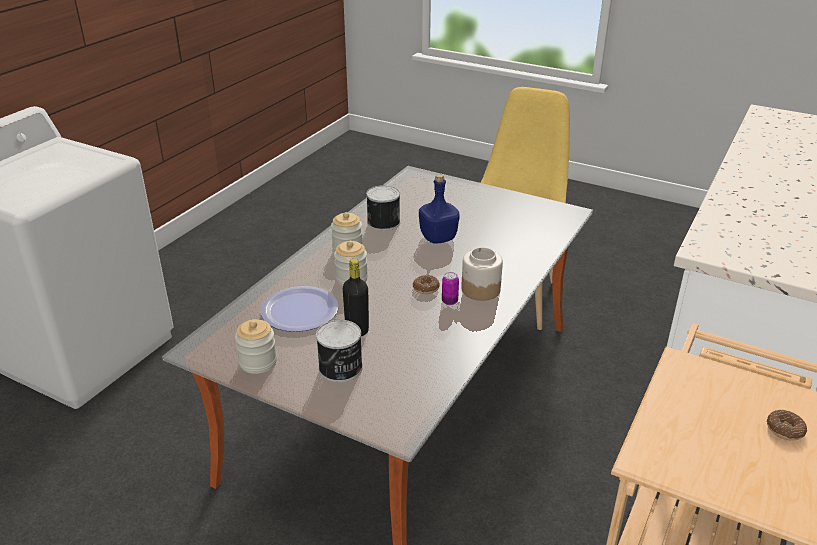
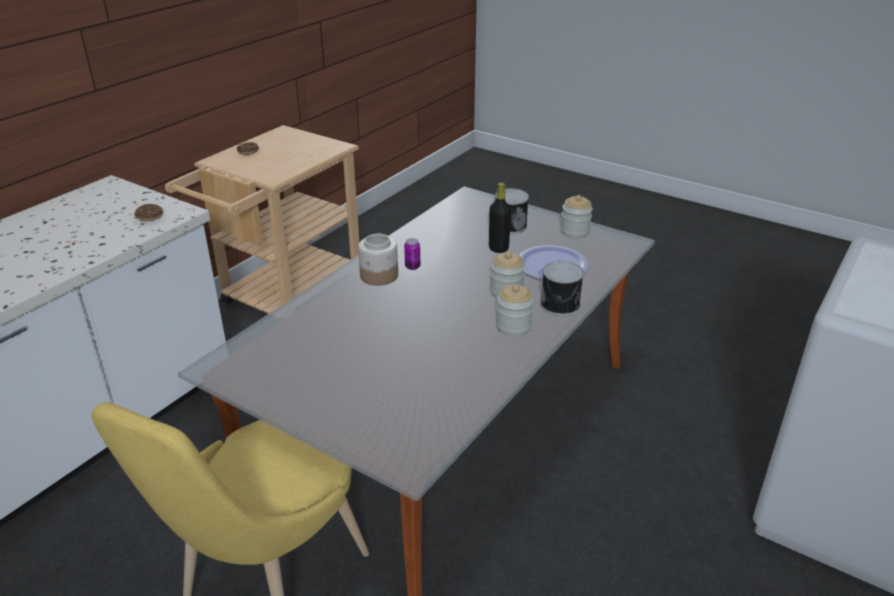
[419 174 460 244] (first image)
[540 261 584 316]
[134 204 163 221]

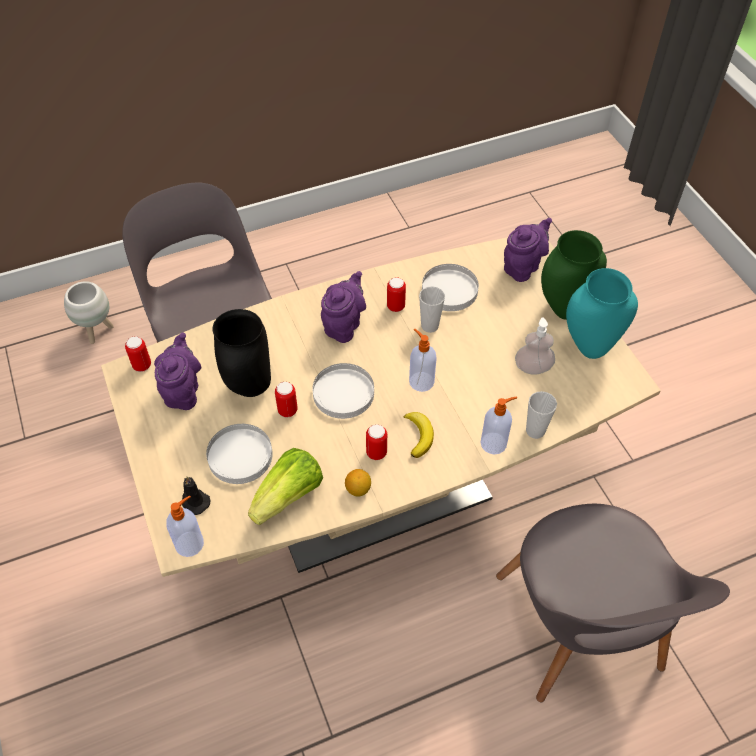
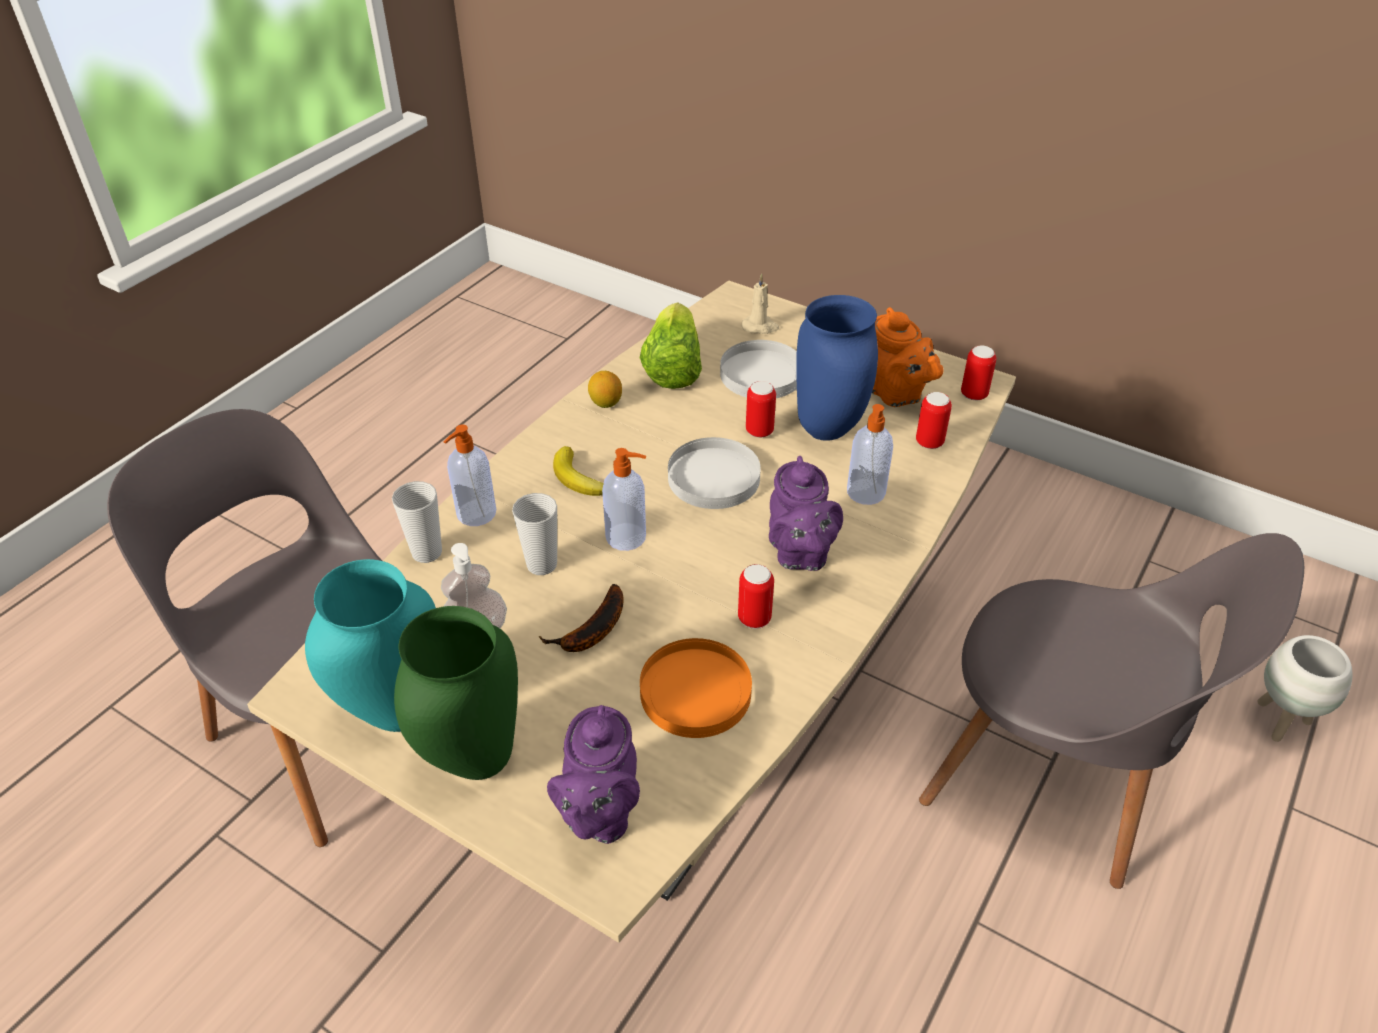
[640 638 752 738]
[512 493 557 575]
[796 295 878 441]
[872 307 944 407]
[916 392 952 449]
[742 273 779 334]
[847 404 893 505]
[539 584 624 652]

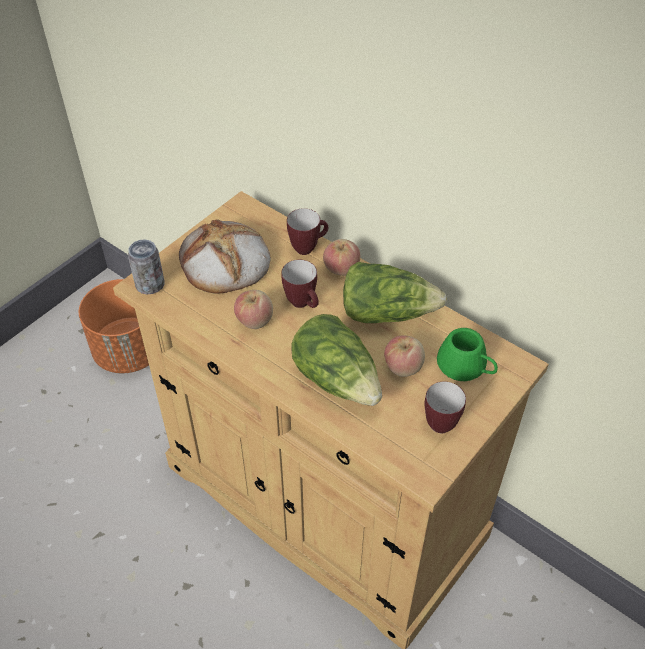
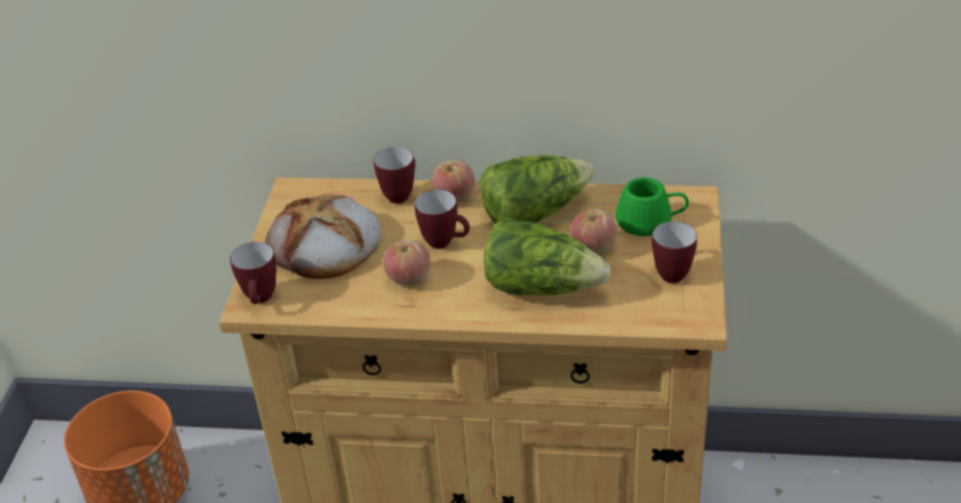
[230 242 276 304]

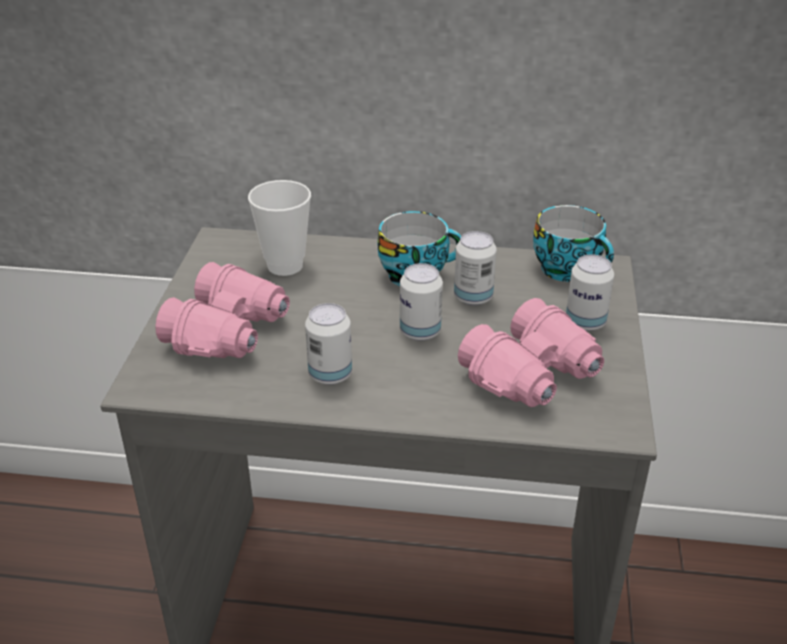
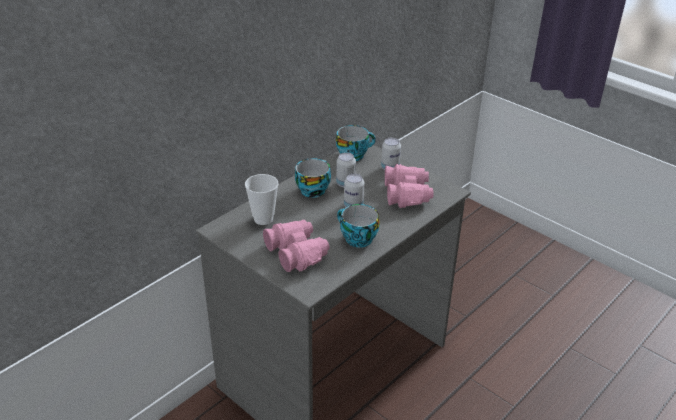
[337 204 380 247]

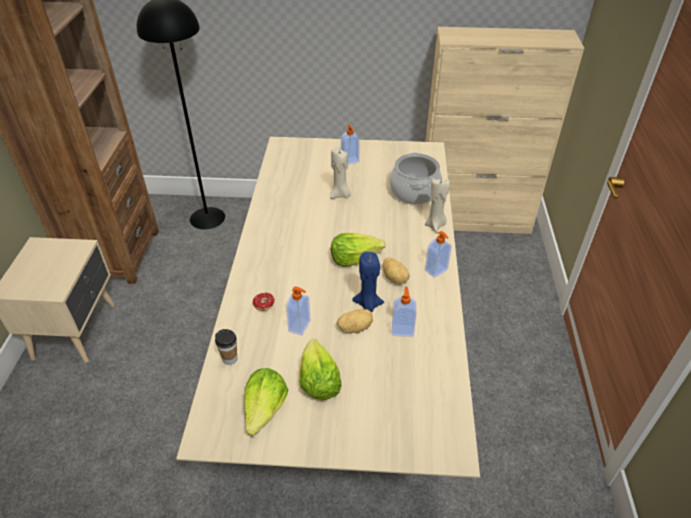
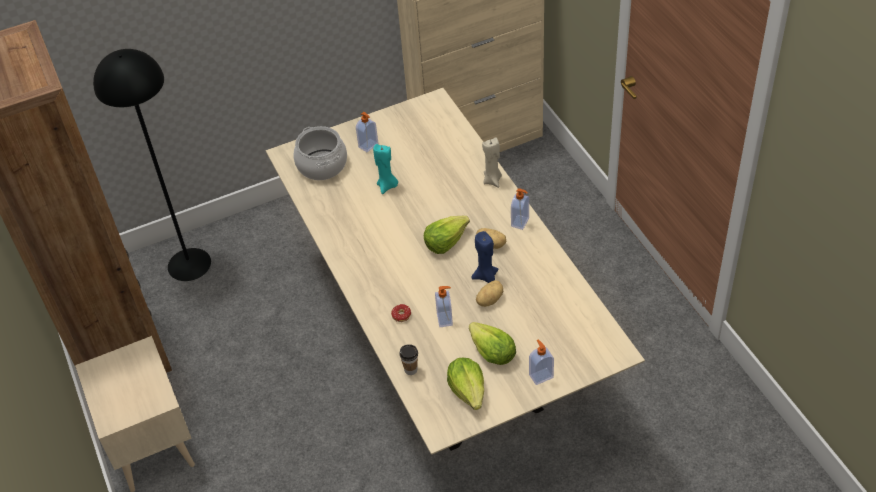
[373 144 398 194]
[293 126 347 180]
[529 340 554 385]

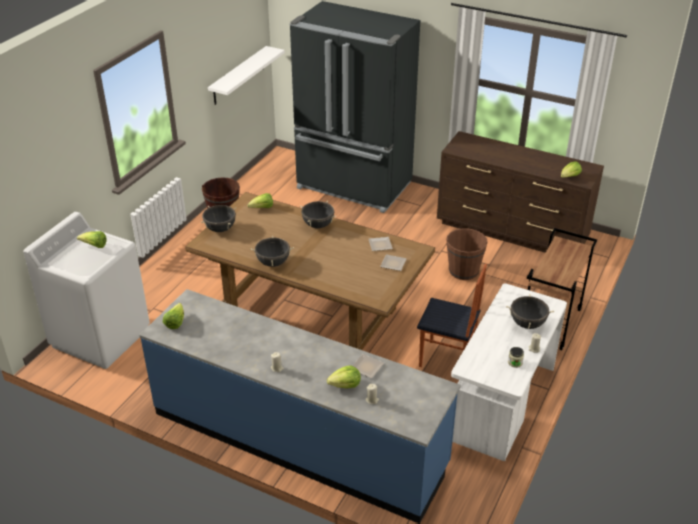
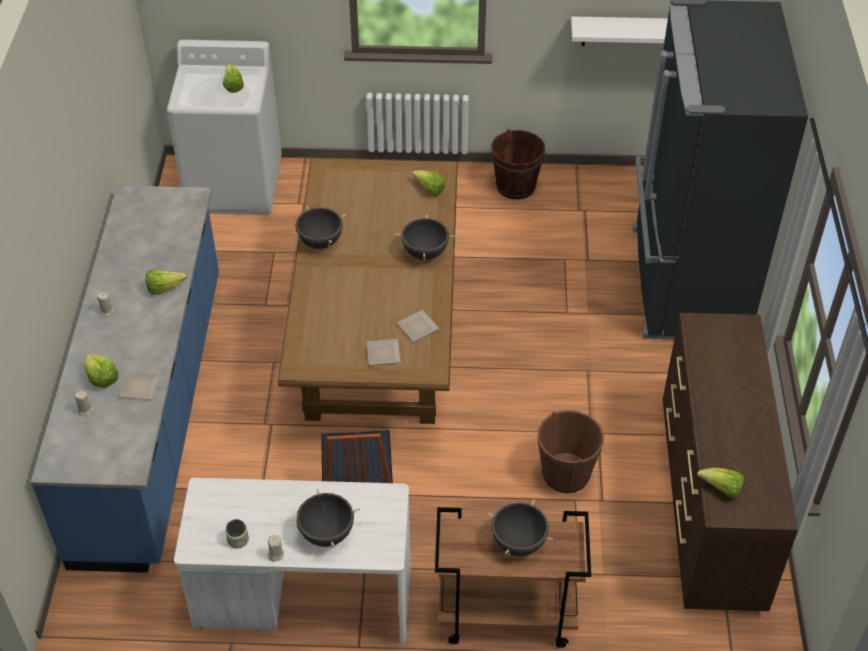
[488 500 553 556]
[145 270 187 295]

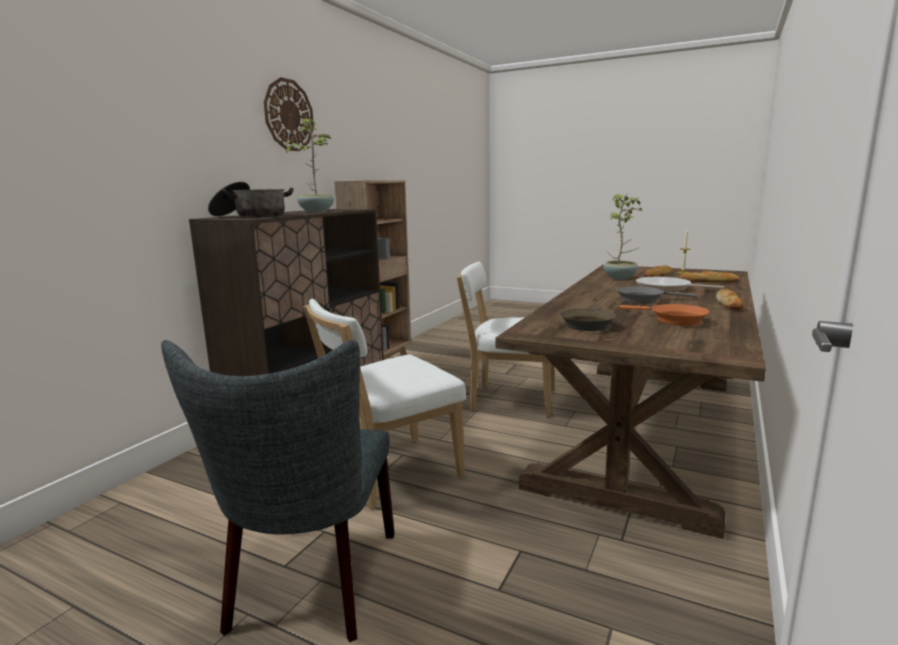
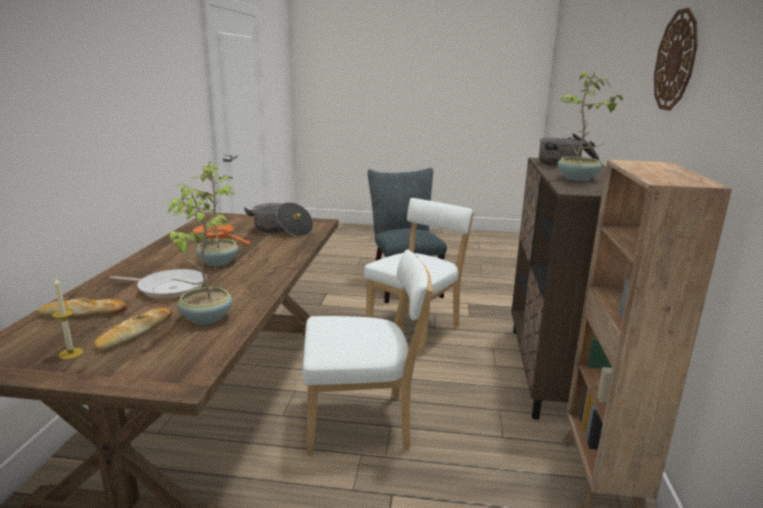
[178 162 238 266]
[716 289 743 310] (first image)
[244 202 313 236]

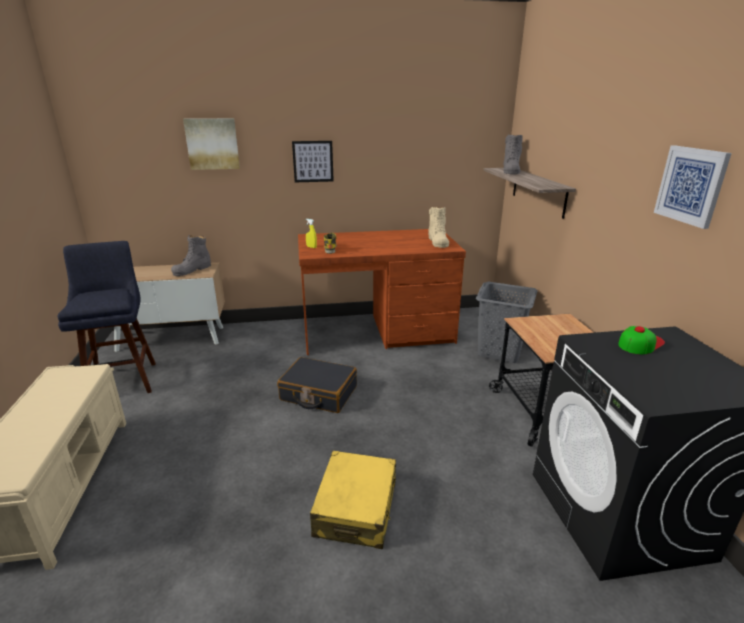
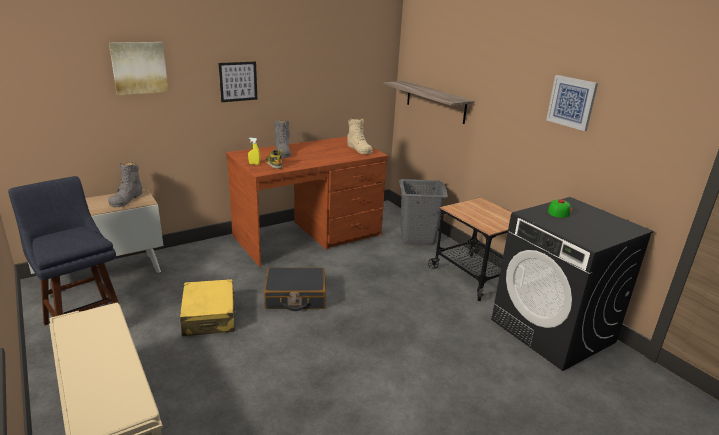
[274 120 291 158]
[180 279 236 336]

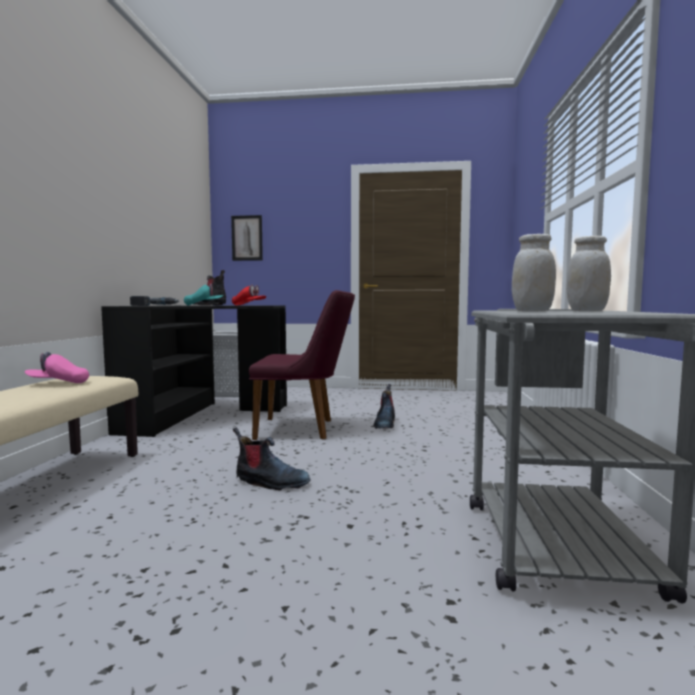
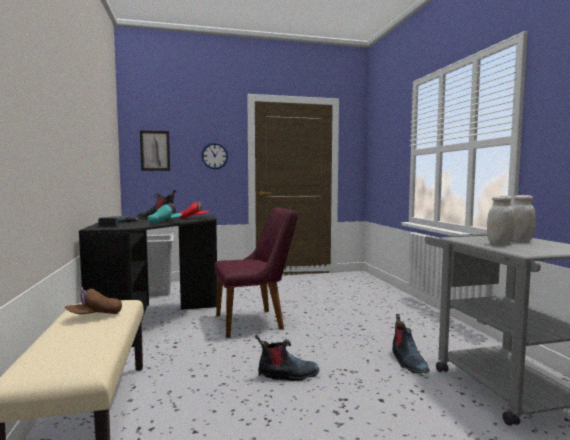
[65 287 122 314]
[392 314 429 374]
[201 142 228 169]

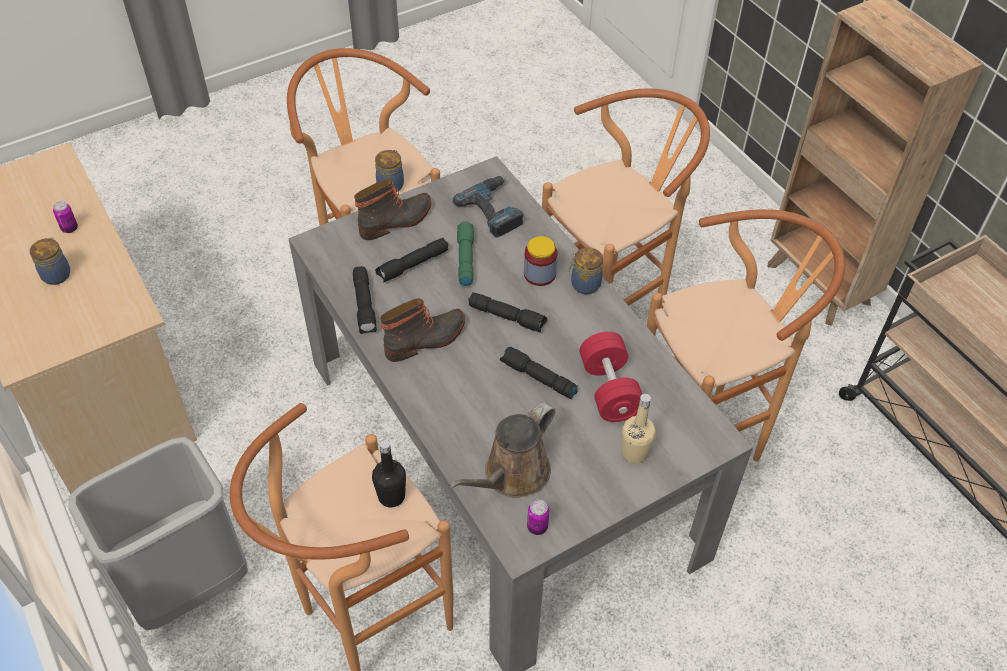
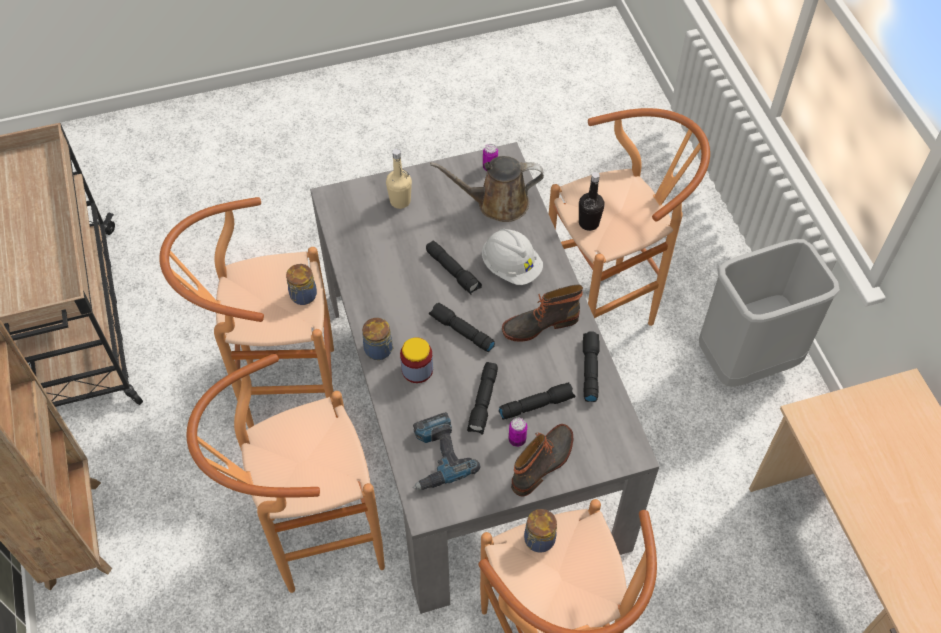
[511 424 573 496]
[509 418 527 447]
[467 362 498 434]
[286 264 317 305]
[579 332 642 422] (first image)
[430 156 544 222]
[482 229 543 285]

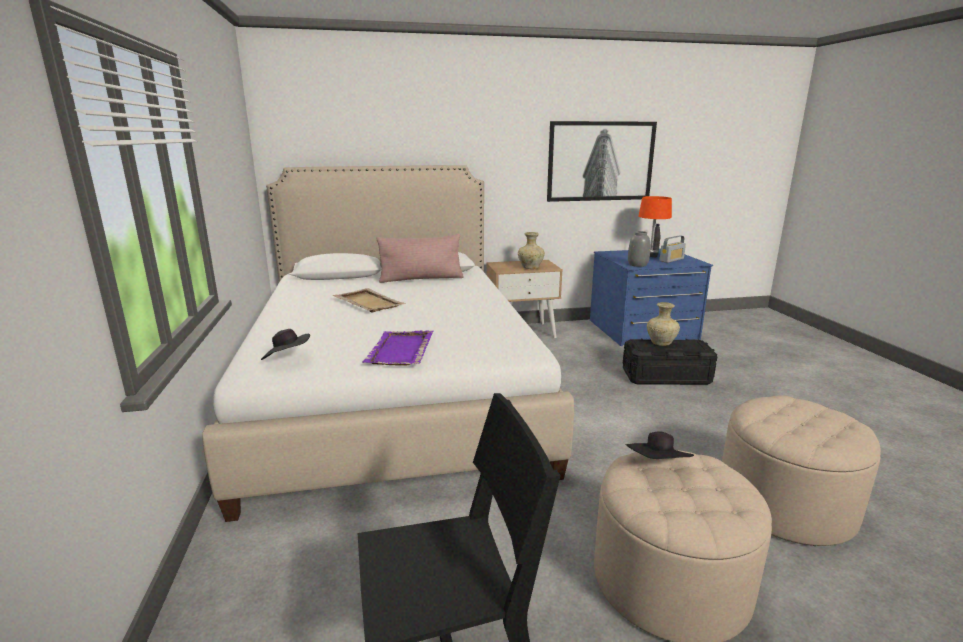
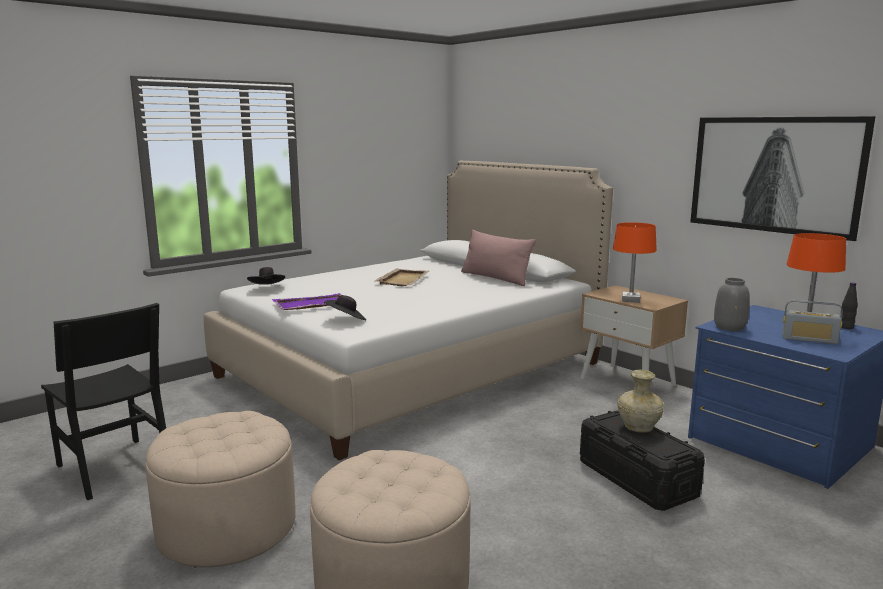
[613 222 657 303]
[323 295 366 320]

